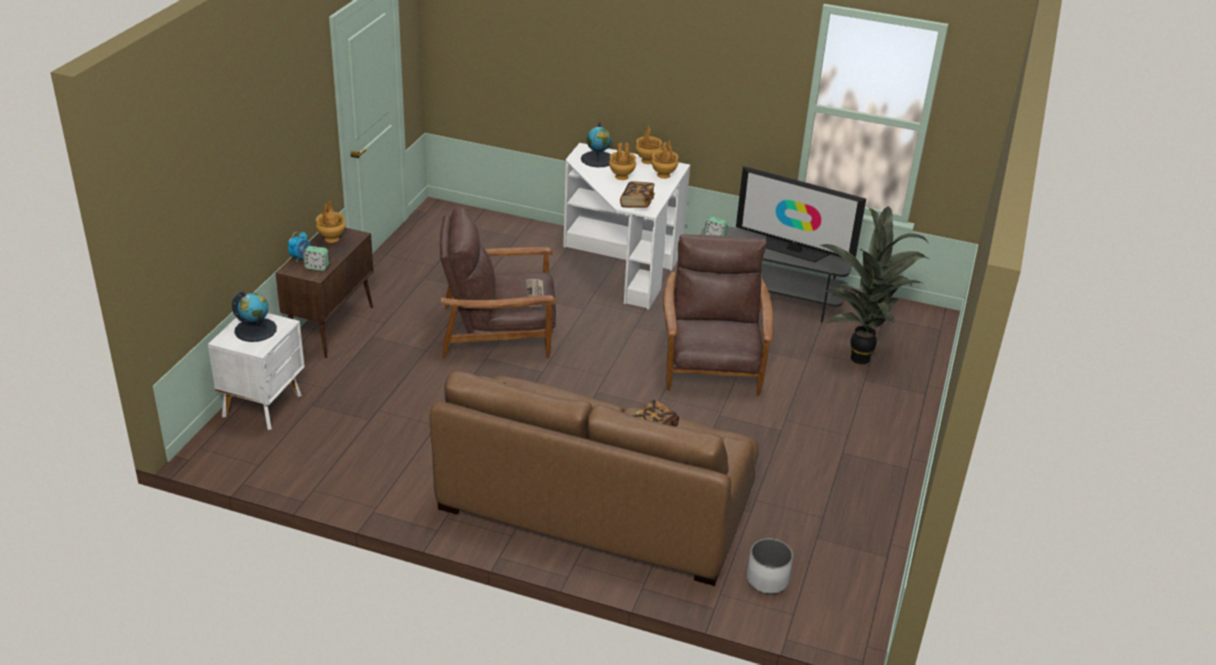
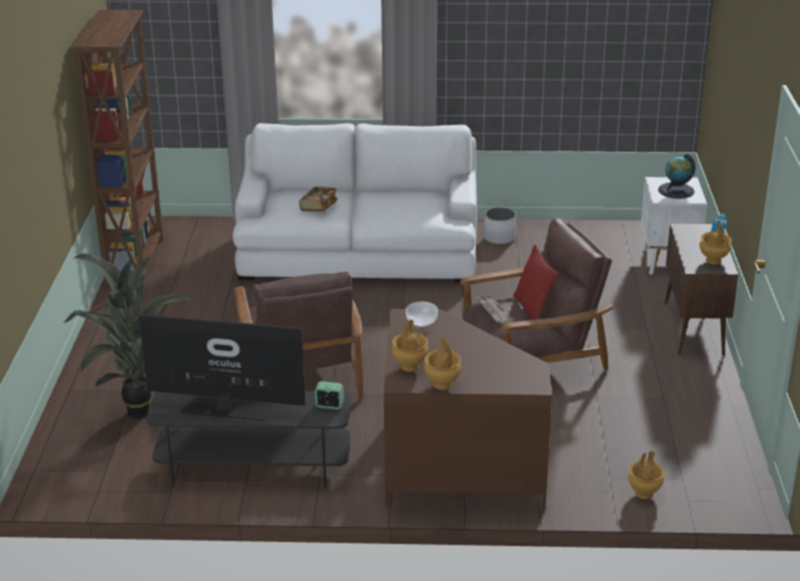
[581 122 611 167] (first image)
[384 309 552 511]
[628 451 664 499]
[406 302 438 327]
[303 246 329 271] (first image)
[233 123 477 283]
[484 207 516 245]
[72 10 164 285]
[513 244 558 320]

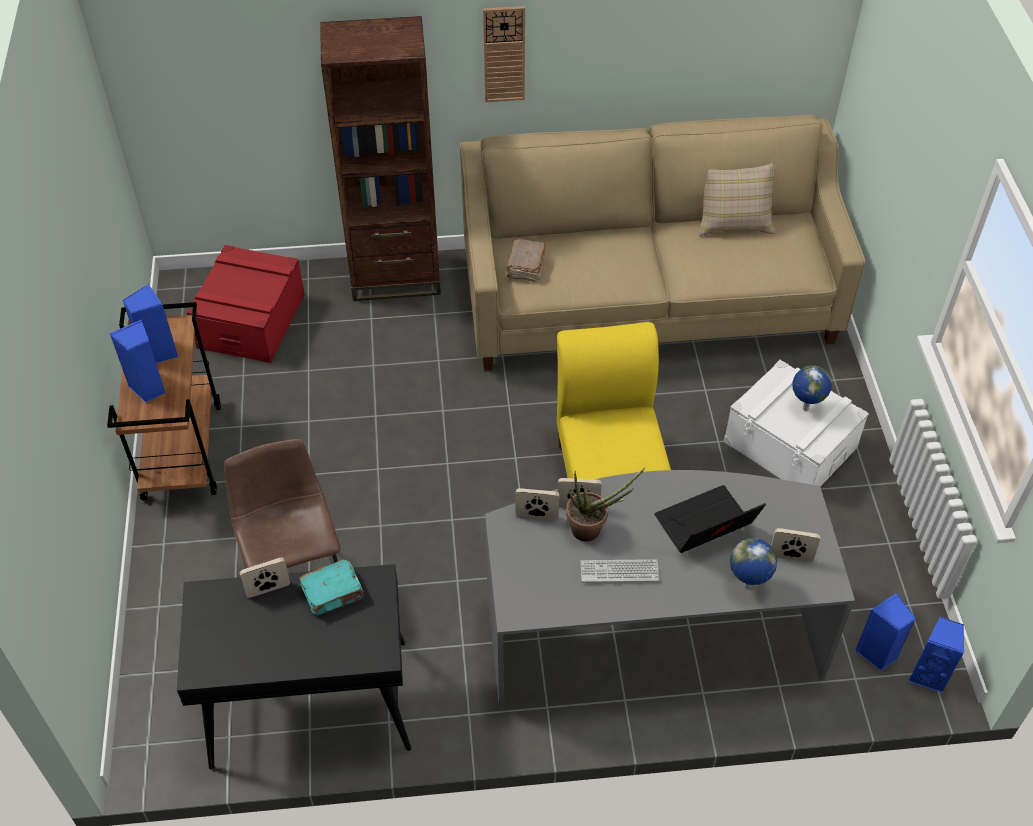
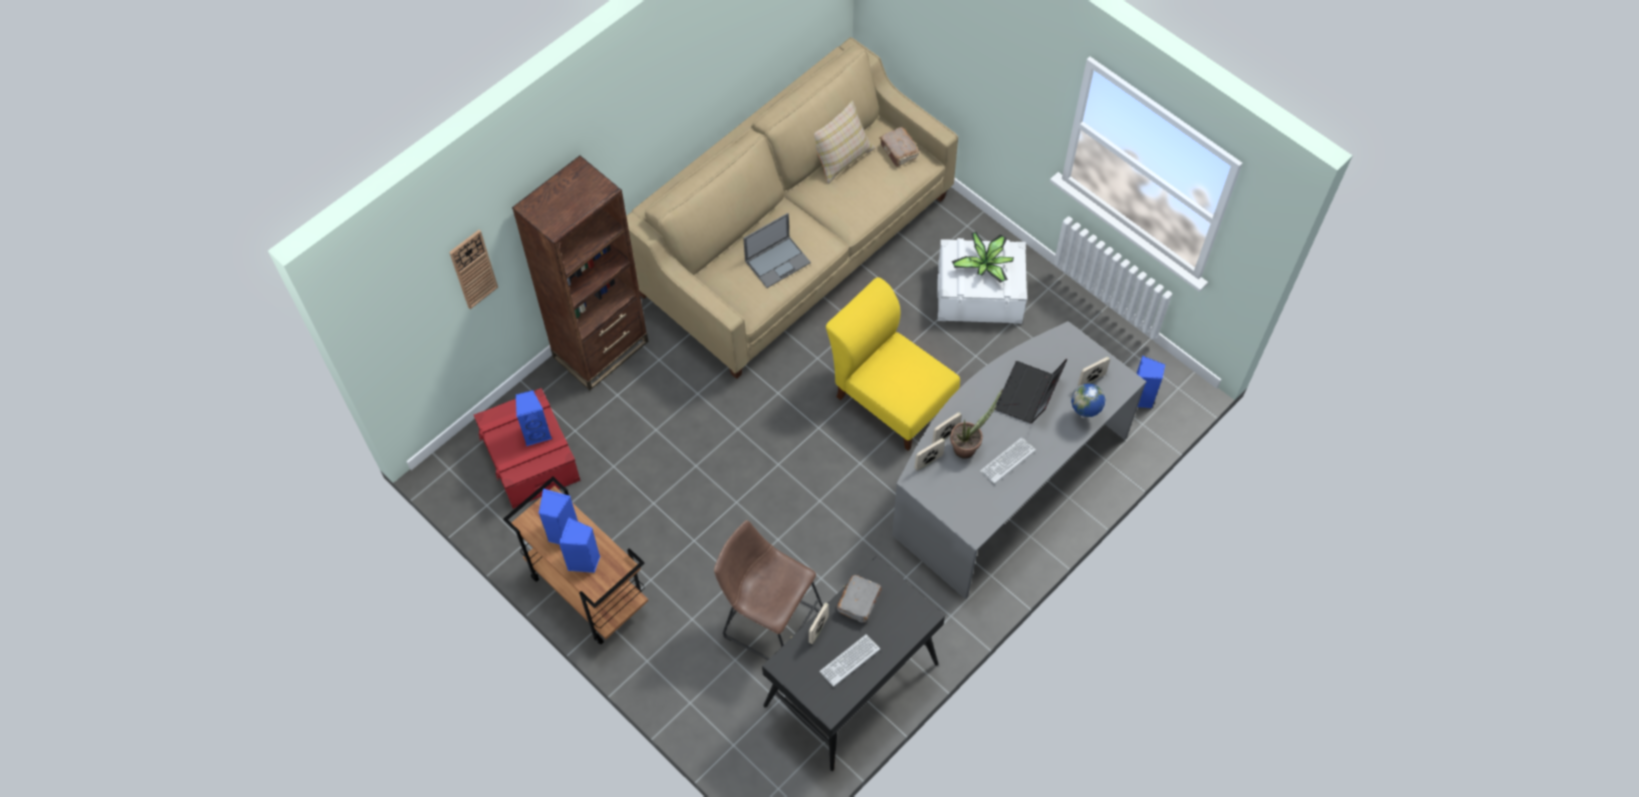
[449 230 498 309]
[879 127 919 167]
[952 232 1014 283]
[837 575 882 623]
[516 390 552 446]
[743 213 811 288]
[819 634 880 687]

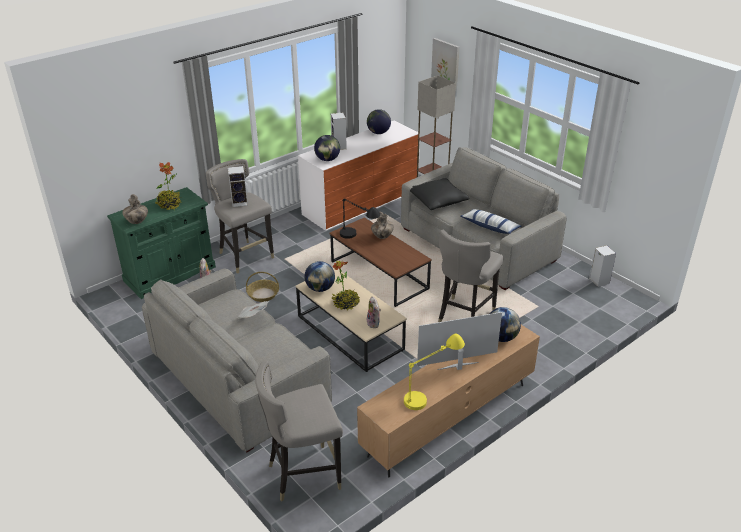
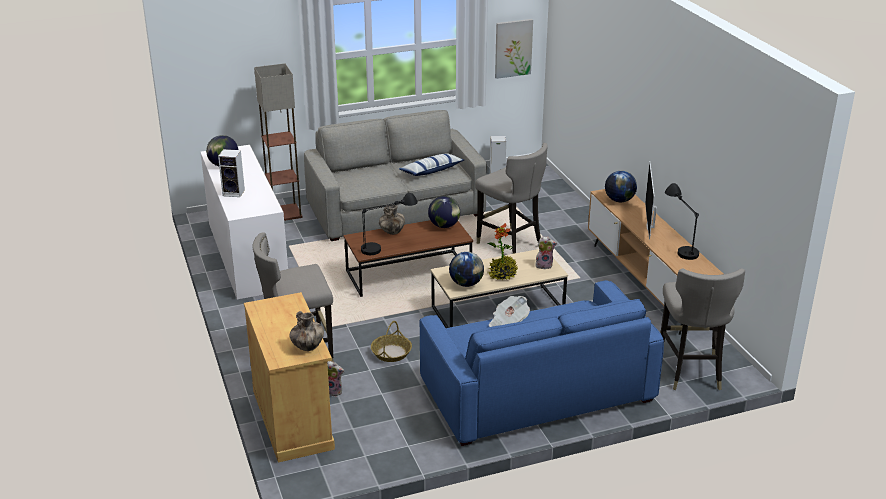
[495 19 533 79]
[428 196 460 228]
[155 162 181 210] (first image)
[228 166 248 207] (first image)
[410 178 469 210] (first image)
[244 292 335 463]
[419 280 664 446]
[665 183 699 260]

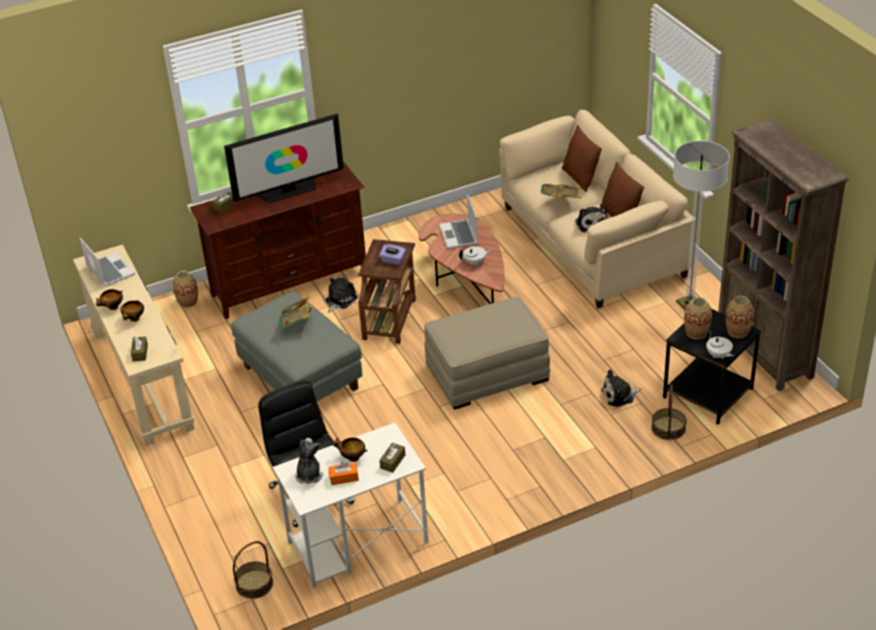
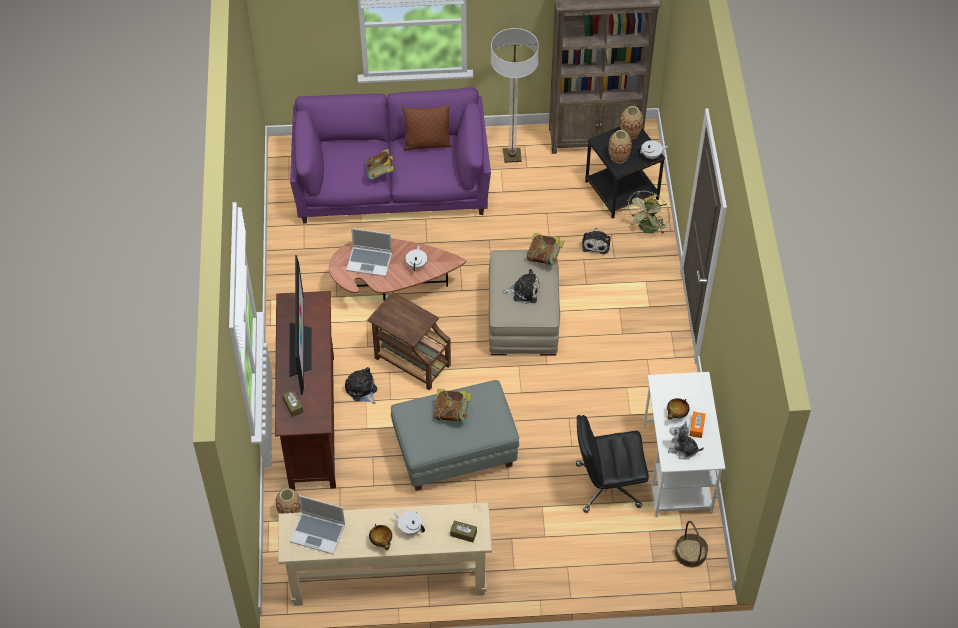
[290 88 491 224]
[562 125 602 192] (first image)
[503 269 540 304]
[290 495 345 554]
[379 244 406 265] (first image)
[394 511 425 535]
[625 191 670 234]
[379 443 405 473] (first image)
[526 233 564 265]

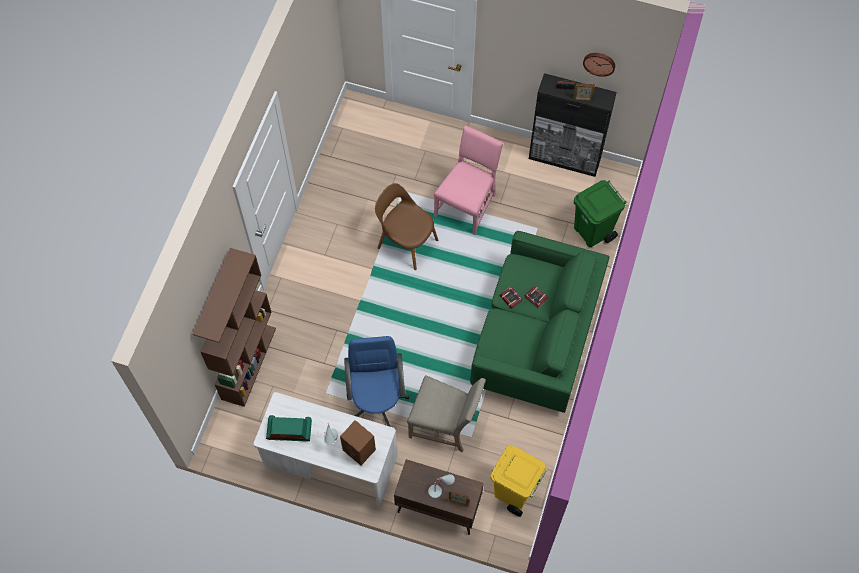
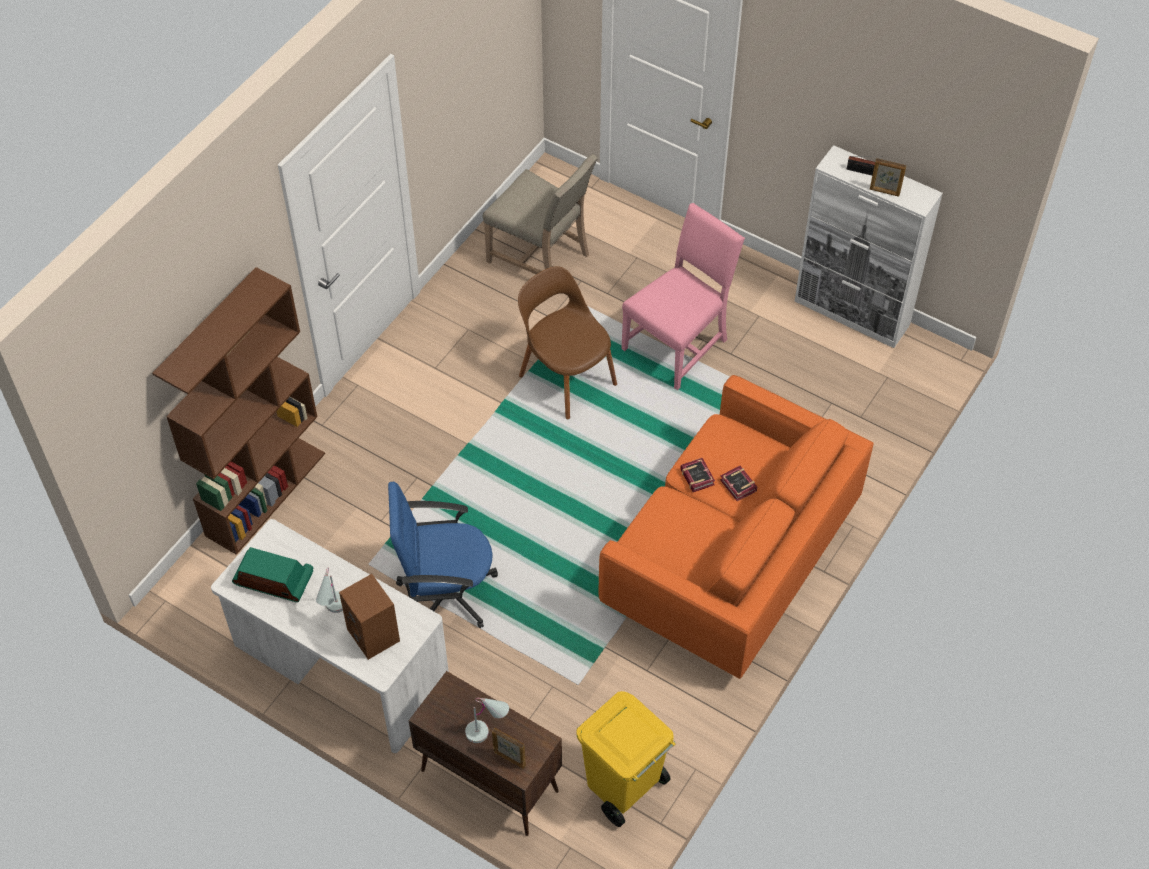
[583 53 615 77] (first image)
[795 145 942 348]
[574 180 627 247] (first image)
[598 375 874 679]
[388 482 498 628]
[483 154 598 274]

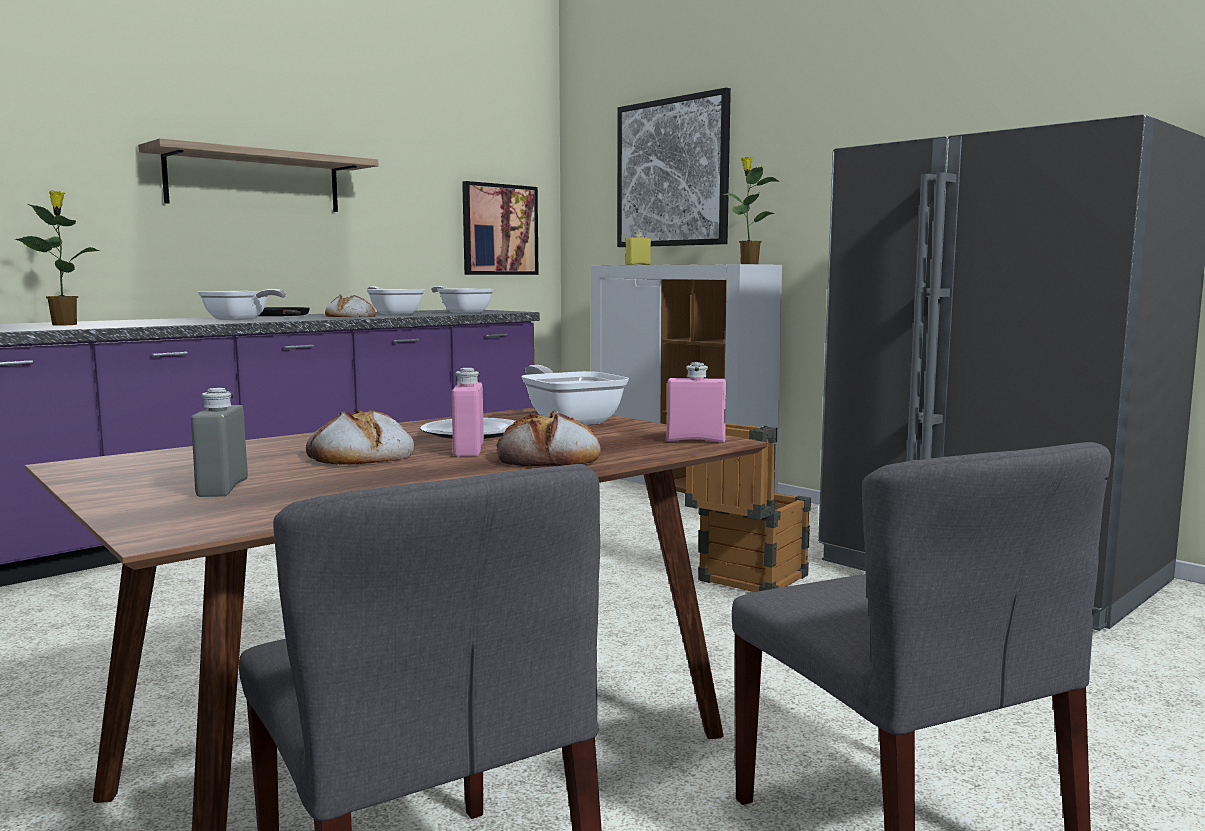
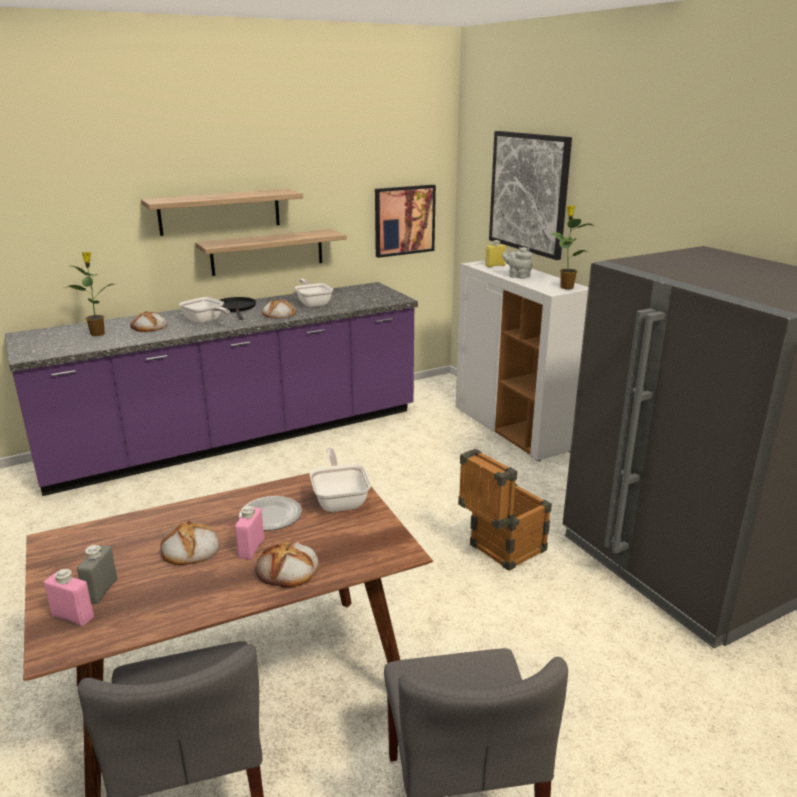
[431 286 494 313] (first image)
[44 569 94 626]
[195 229 347 276]
[502 247 533 279]
[130 311 167 332]

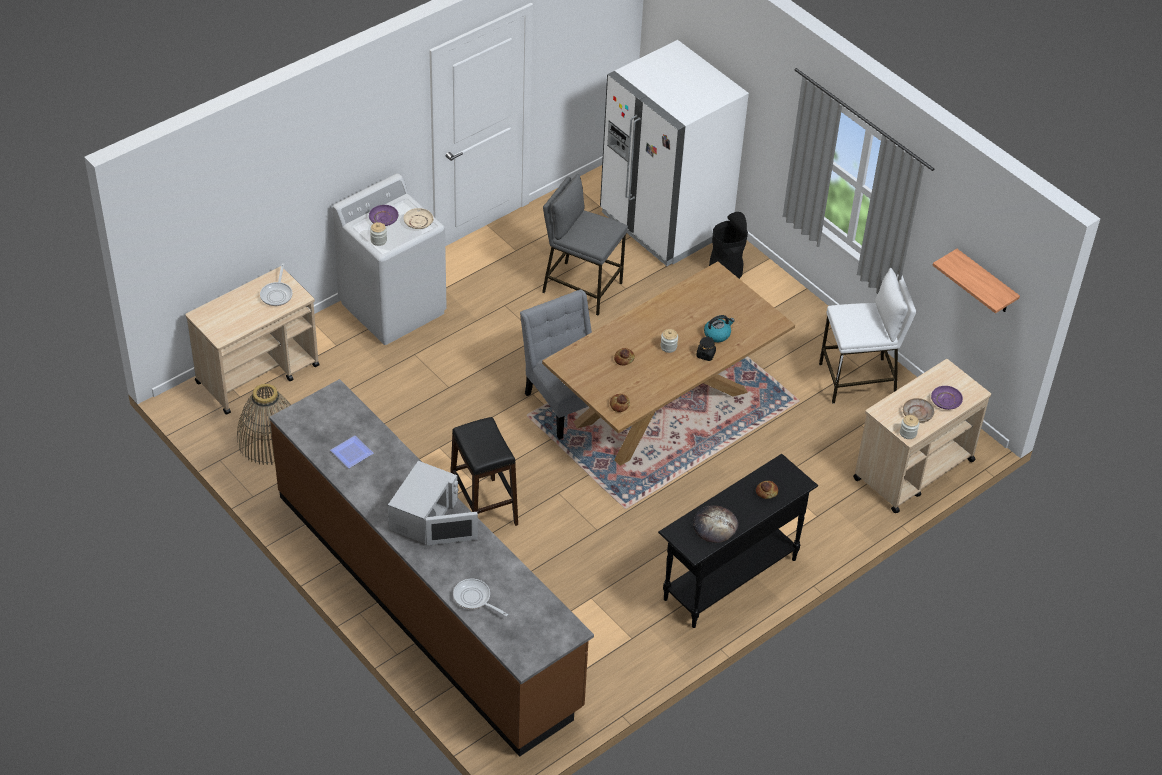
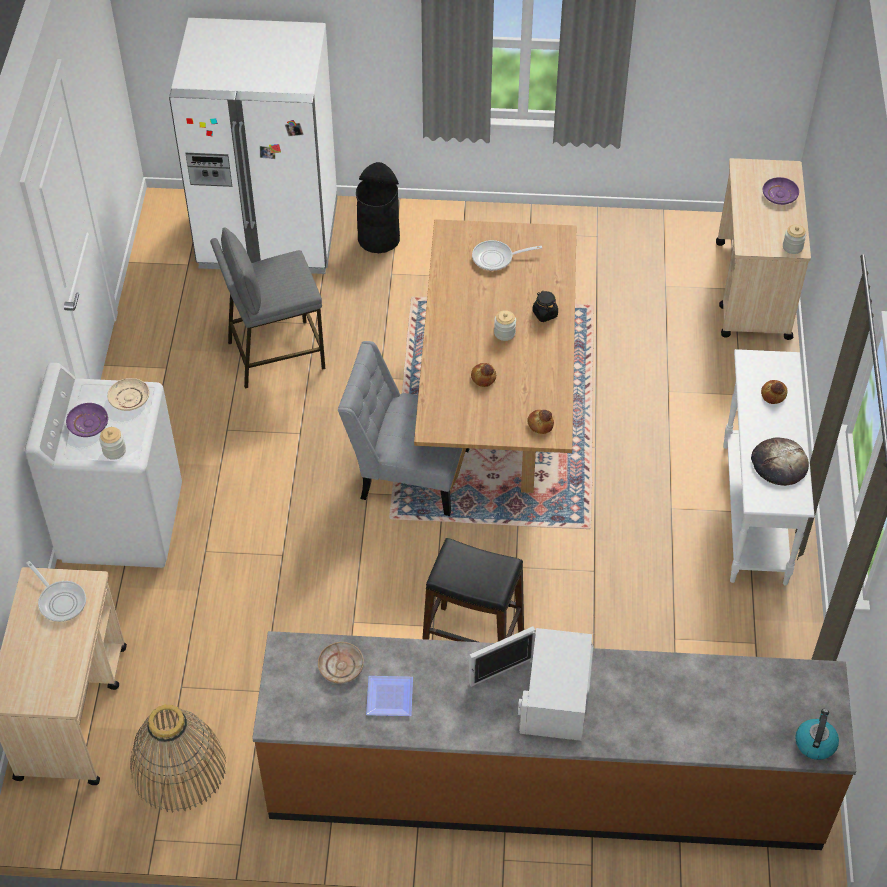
[933 249 1020 313] (first image)
[819 268 916 404] (first image)
[795 709 839 760]
[318 642 364 684]
[723 349 815 586]
[469 626 593 741]
[472 240 542 271]

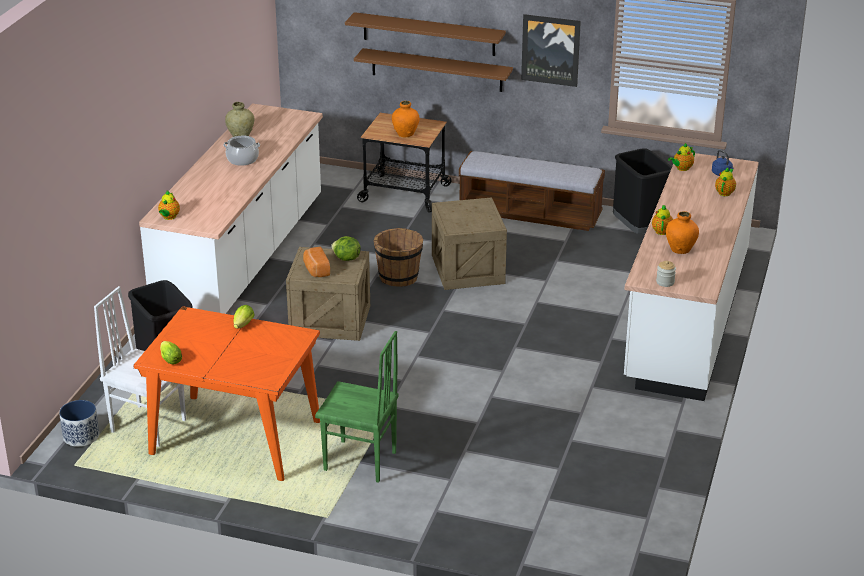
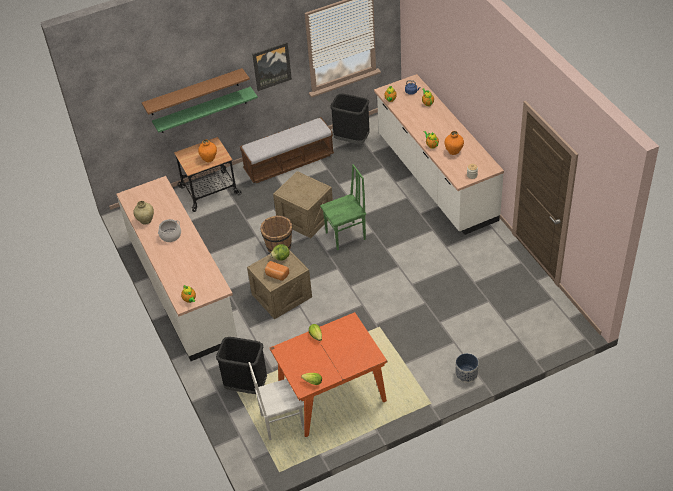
[152 86 258 133]
[320 164 366 250]
[455 353 479 383]

